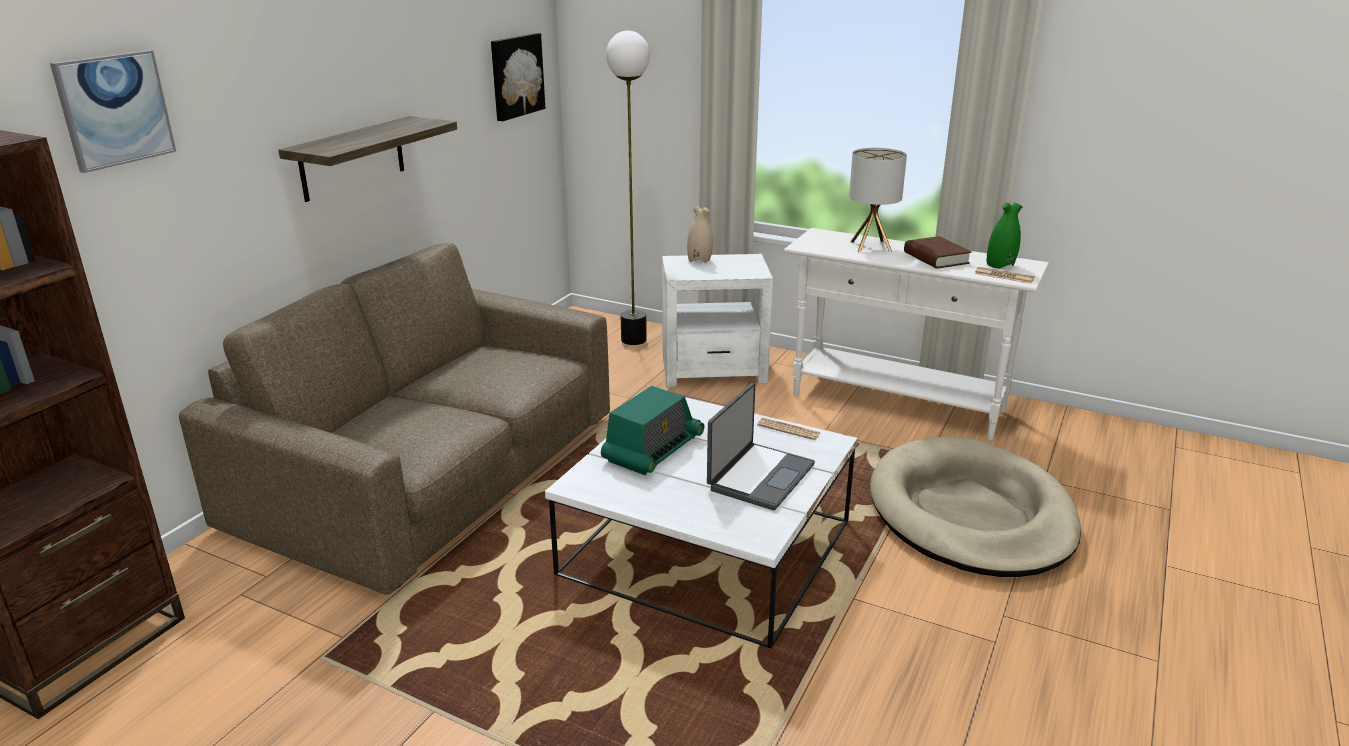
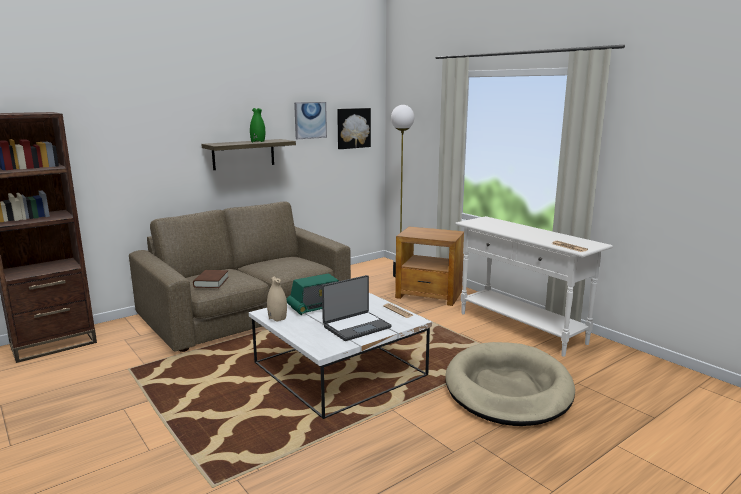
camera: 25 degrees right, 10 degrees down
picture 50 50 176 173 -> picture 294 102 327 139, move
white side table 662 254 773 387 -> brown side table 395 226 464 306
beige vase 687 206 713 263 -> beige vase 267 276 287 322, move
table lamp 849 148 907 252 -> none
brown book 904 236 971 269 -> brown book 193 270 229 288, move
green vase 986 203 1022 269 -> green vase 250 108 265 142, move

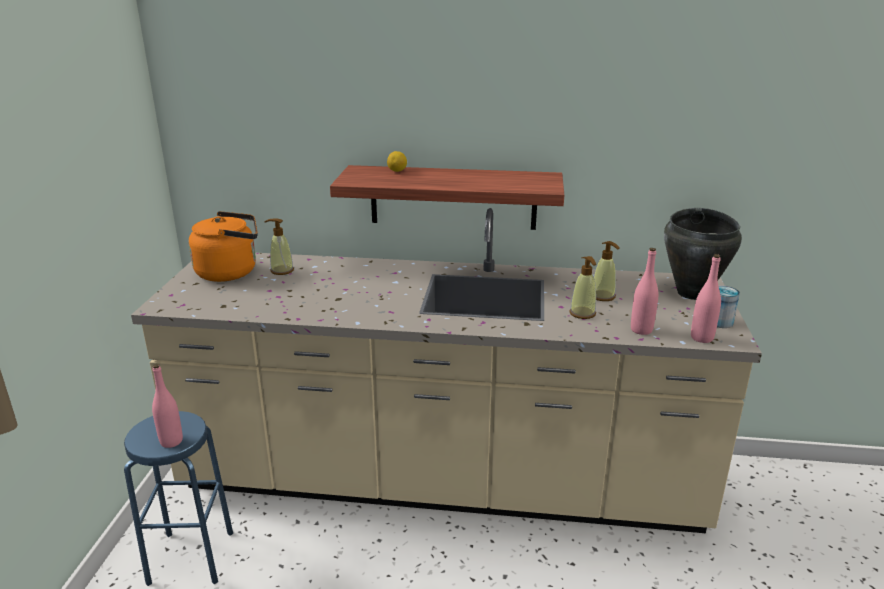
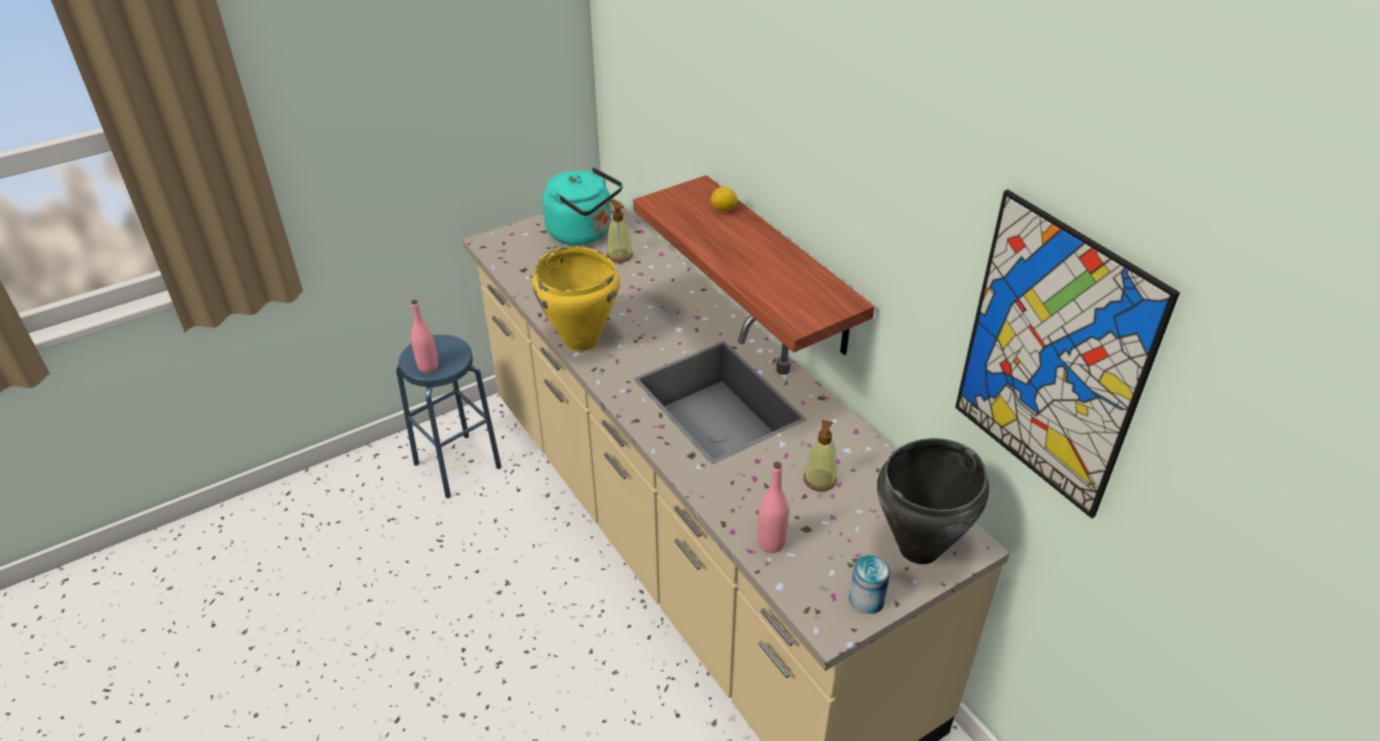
camera: 50 degrees right, 15 degrees up
orange kettle 189 211 258 282 -> turquoise kettle 543 167 623 245
soap dispenser 569 256 596 319 -> none
pink bottle 691 254 721 343 -> none
none -> yellow cooking pot 532 246 620 351
none -> picture 955 189 1180 518

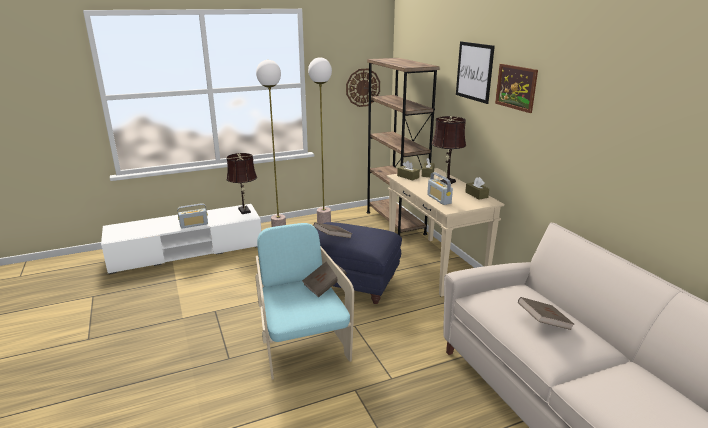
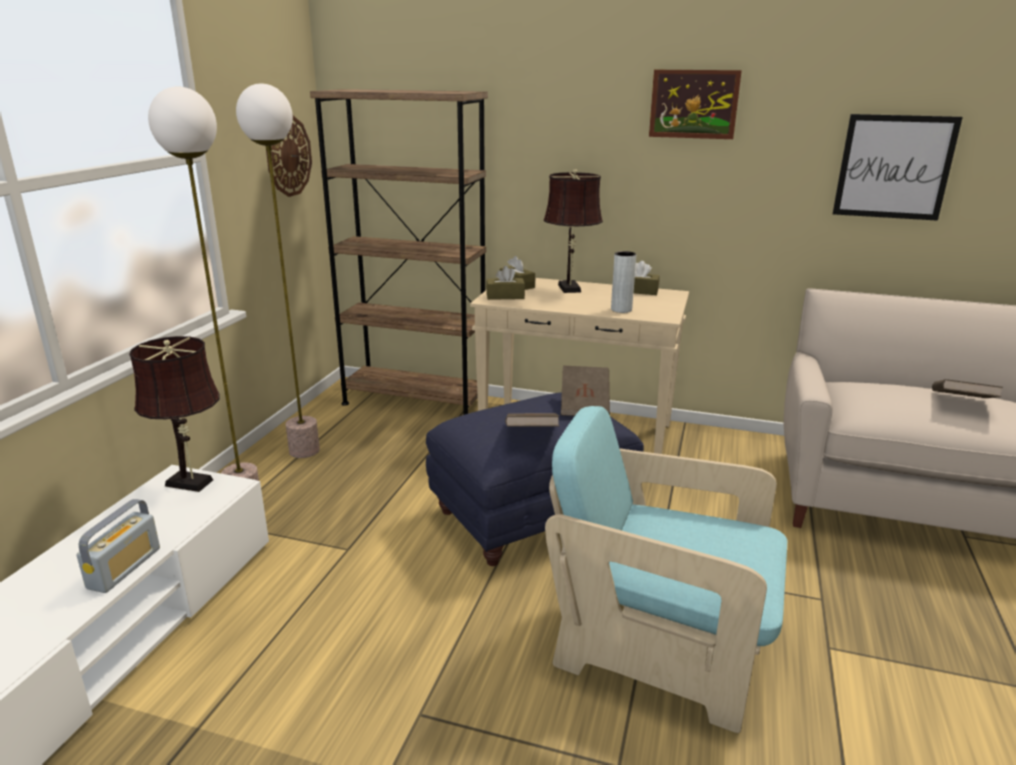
camera: 50 degrees left, 0 degrees up
brown book 302 261 347 297 -> brown book 561 366 610 416, move
radio 427 172 453 205 -> grey vase 611 251 636 313
picture 456 41 495 104 -> picture 832 114 963 221, move

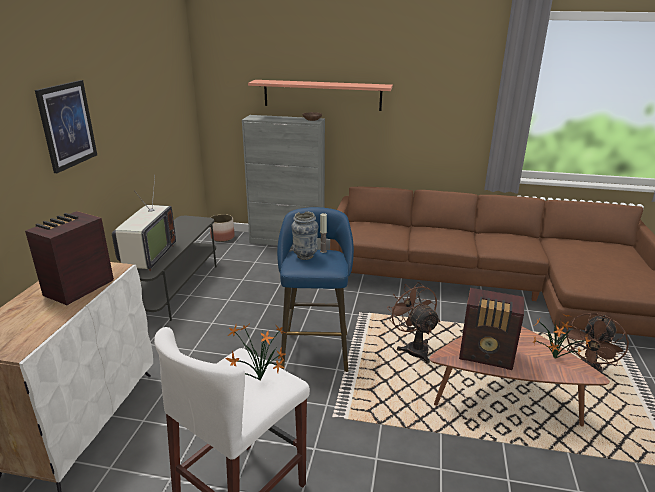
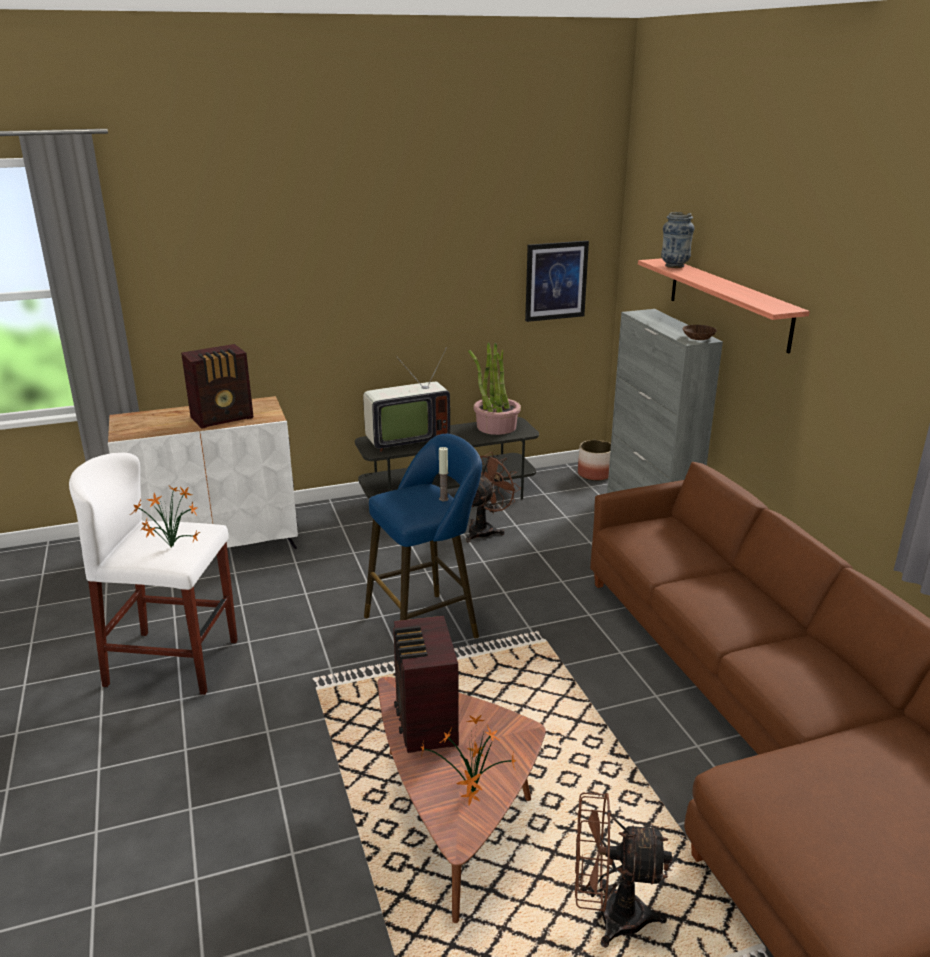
camera: 60 degrees right, 0 degrees up
radio 25 211 114 305 -> radio 181 344 254 429, 150 degrees clockwise
picture 35 80 97 173 -> picture 525 241 589 322, move
vase 291 211 318 260 -> vase 661 212 694 268, move
brown fan 387 282 440 363 -> brown fan 466 452 521 542, move
none -> potted plant 468 342 521 435

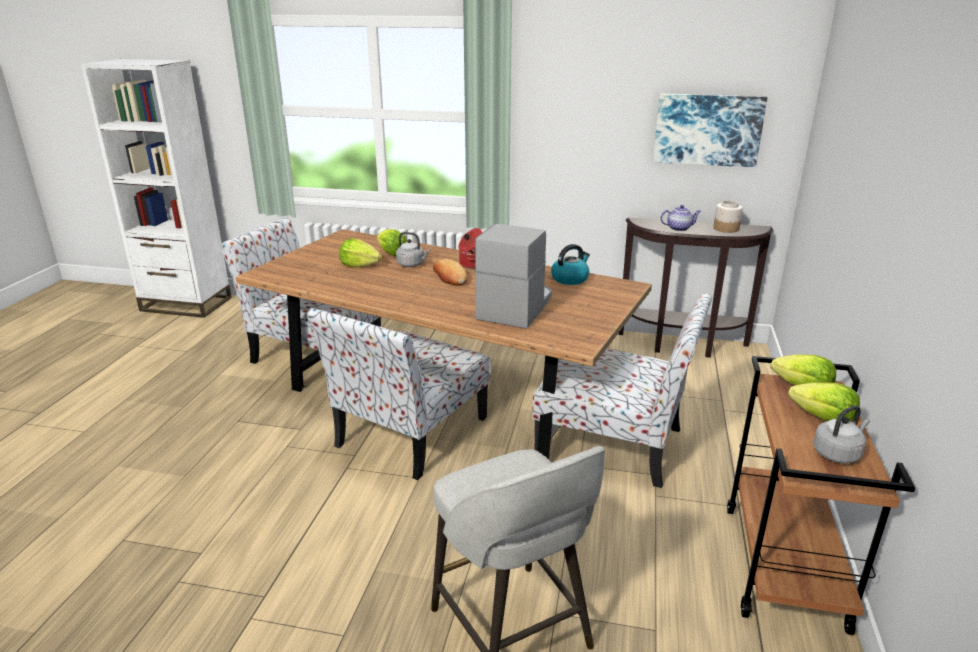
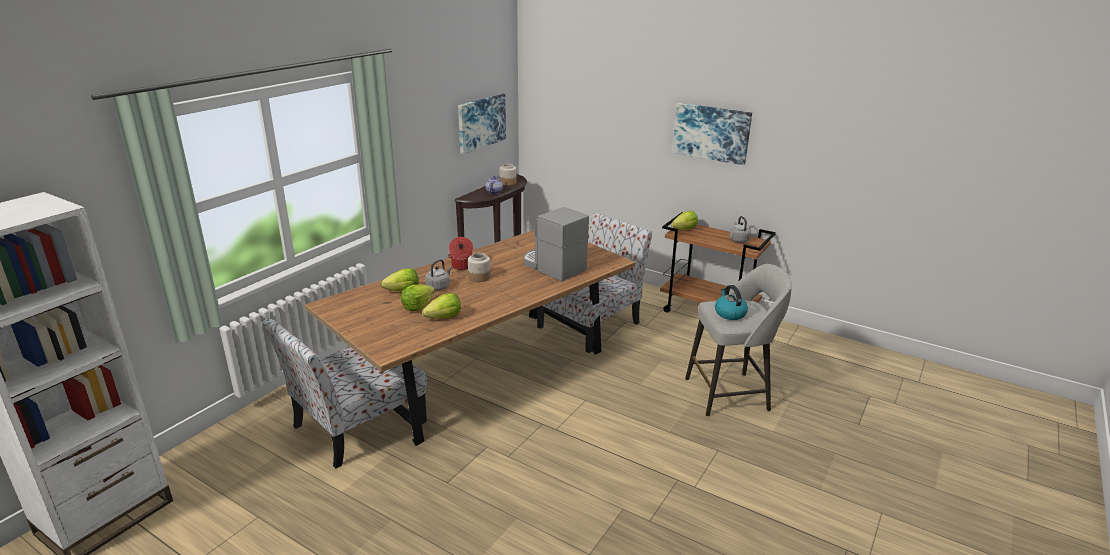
camera: 70 degrees left, 0 degrees up
chair 307 308 491 480 -> none
bread 433 259 468 286 -> jar 468 253 491 282
kettle 551 244 590 285 -> kettle 715 285 748 320, move
lettuce 788 382 860 422 -> lettuce 422 293 461 319, move
none -> picture 672 103 752 165

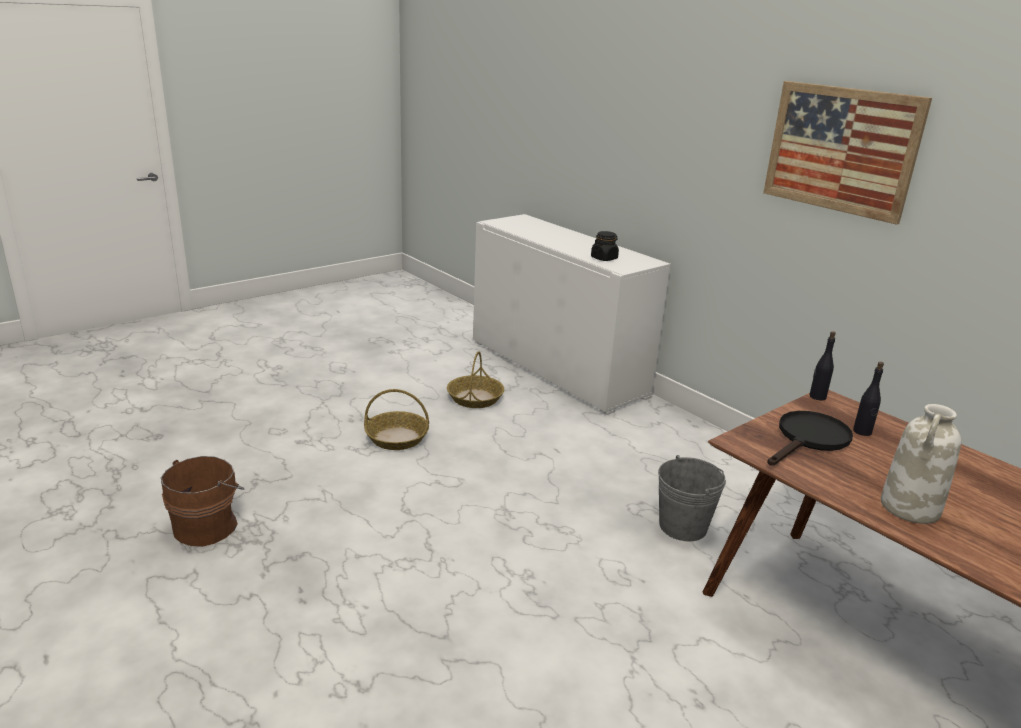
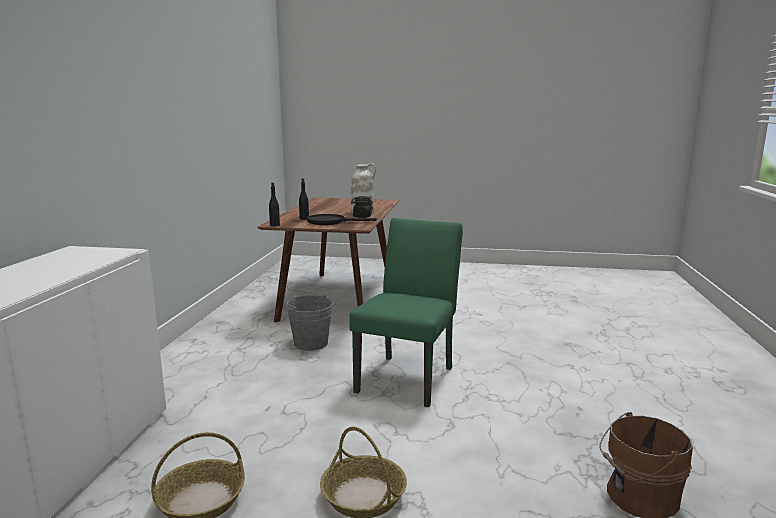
camera: 130 degrees left, 10 degrees down
black jar 591 231 619 261 -> black jar 351 196 373 218, move
picture 763 81 932 225 -> none
none -> green chair 349 218 463 407

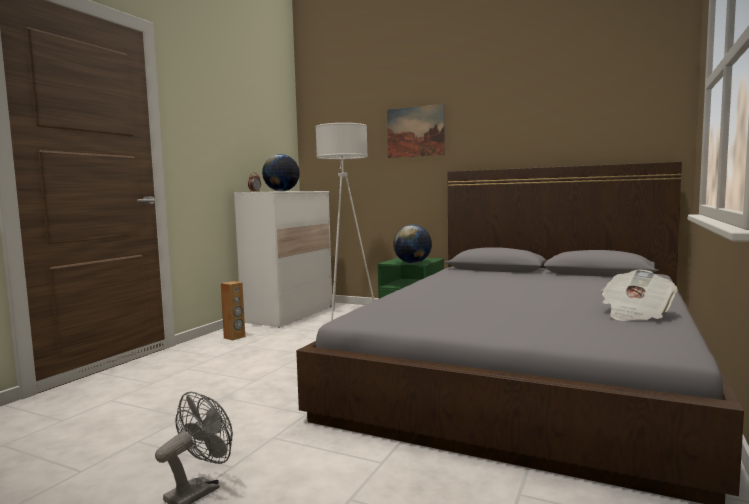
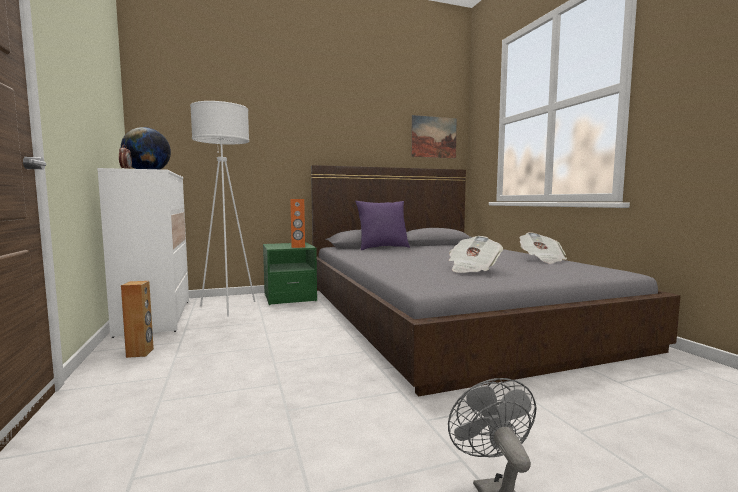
camera: 45 degrees left, 0 degrees up
picture 387 104 445 158 -> picture 411 115 457 158, move
globe 393 225 432 263 -> orange speaker 291 199 305 248
none -> purple pillow 355 201 410 250
none -> newspaper 449 236 503 273

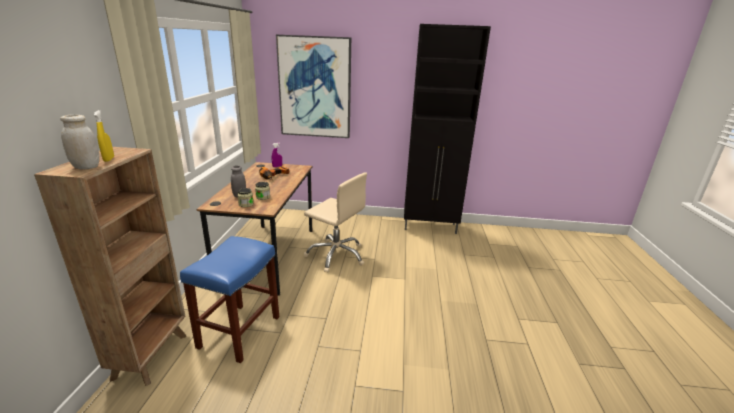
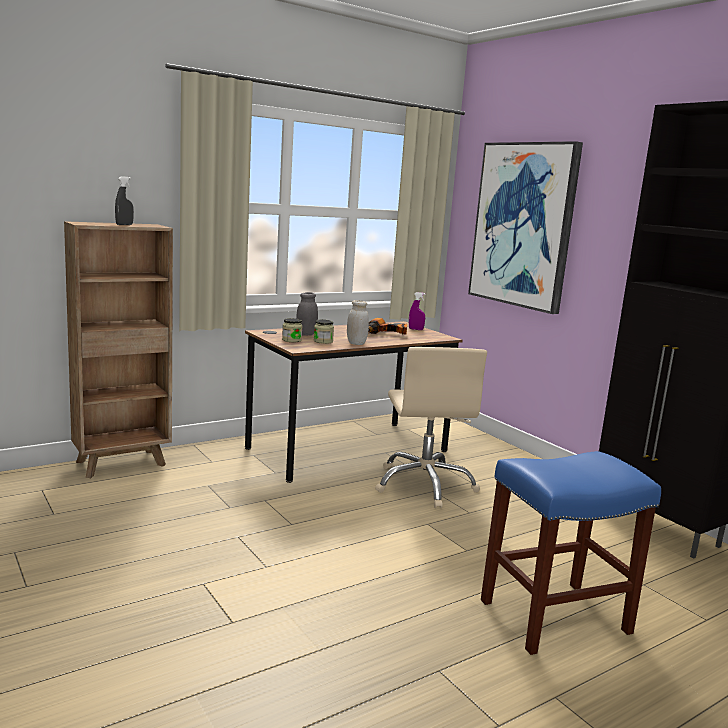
camera: 50 degrees right, 10 degrees down
white jar 60 115 99 170 -> white jar 347 300 369 345, move
yellow spray bottle 94 110 114 162 -> grey spray bottle 115 176 134 225
blue stool 180 236 279 363 -> blue stool 481 451 661 655, move

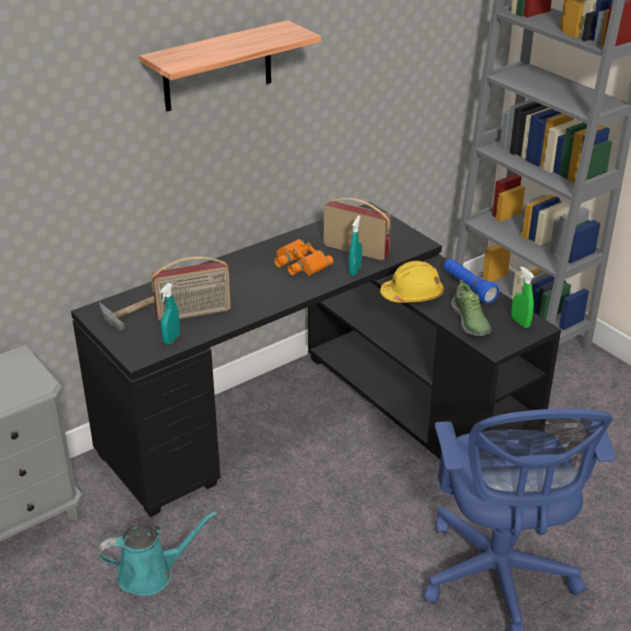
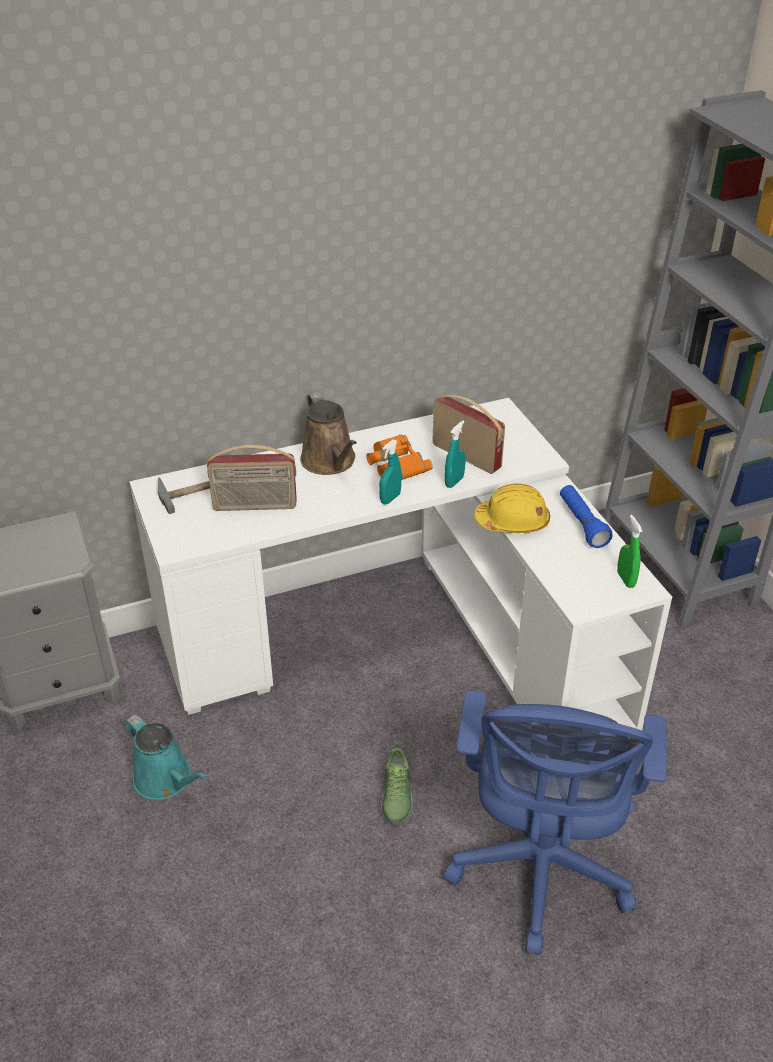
camera: 15 degrees right, 5 degrees up
black desk 71 202 561 517 -> white desk 129 398 672 730
turquoise watering can 98 511 217 596 -> turquoise watering can 125 715 207 800, 45 degrees clockwise
shelf 139 20 321 111 -> none
turquoise spray bottle 160 283 180 345 -> turquoise spray bottle 379 440 402 505, move
shoe 451 280 491 336 -> shoe 381 743 413 823, move
none -> brown watering can 300 392 357 475

